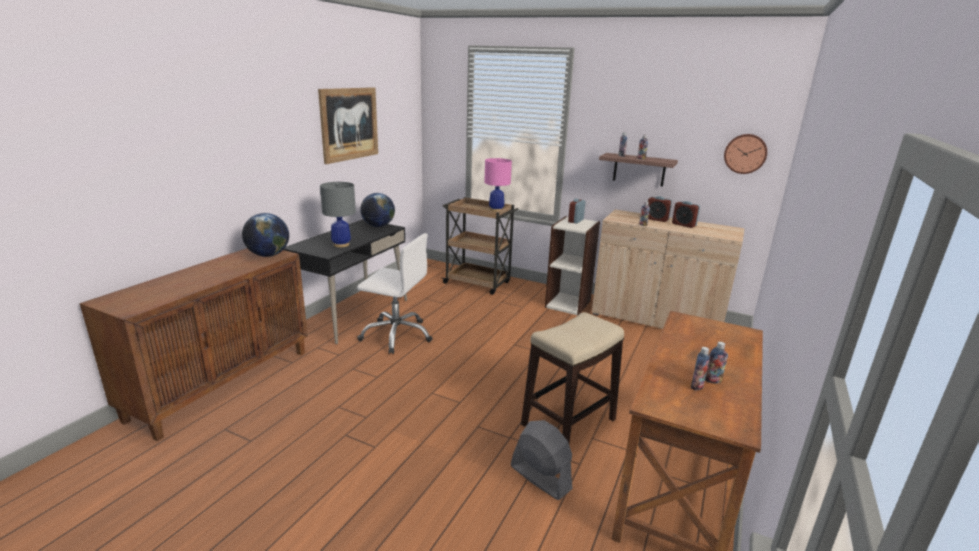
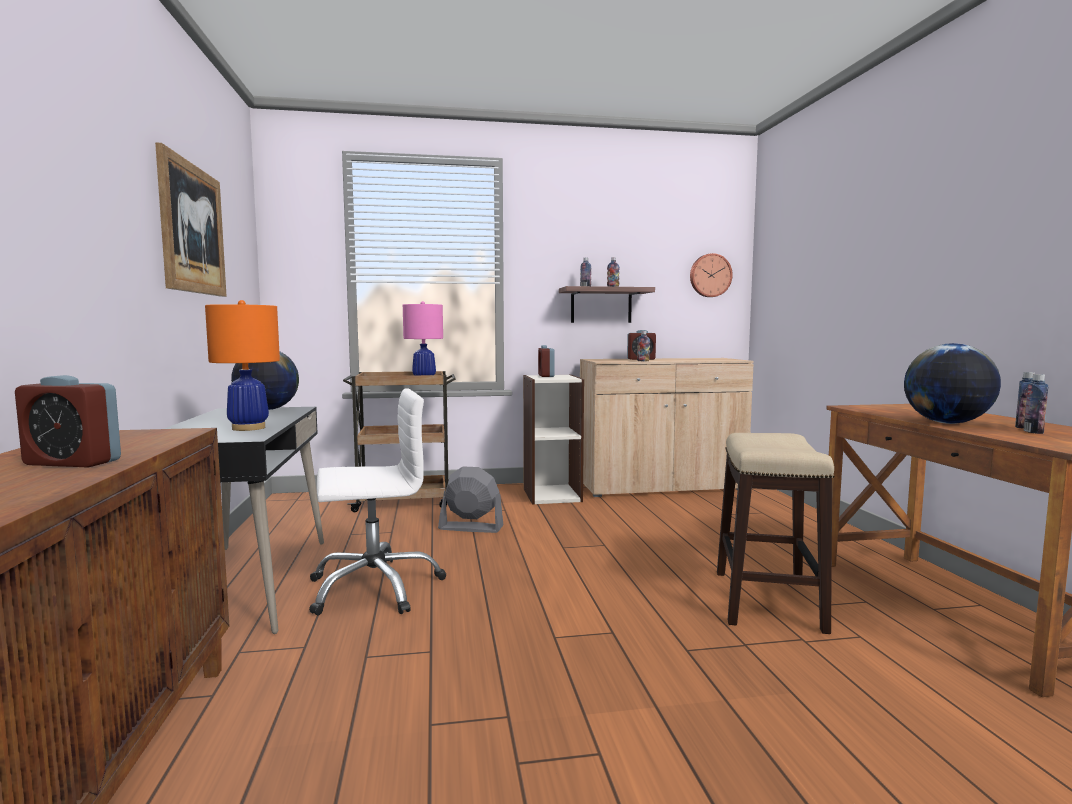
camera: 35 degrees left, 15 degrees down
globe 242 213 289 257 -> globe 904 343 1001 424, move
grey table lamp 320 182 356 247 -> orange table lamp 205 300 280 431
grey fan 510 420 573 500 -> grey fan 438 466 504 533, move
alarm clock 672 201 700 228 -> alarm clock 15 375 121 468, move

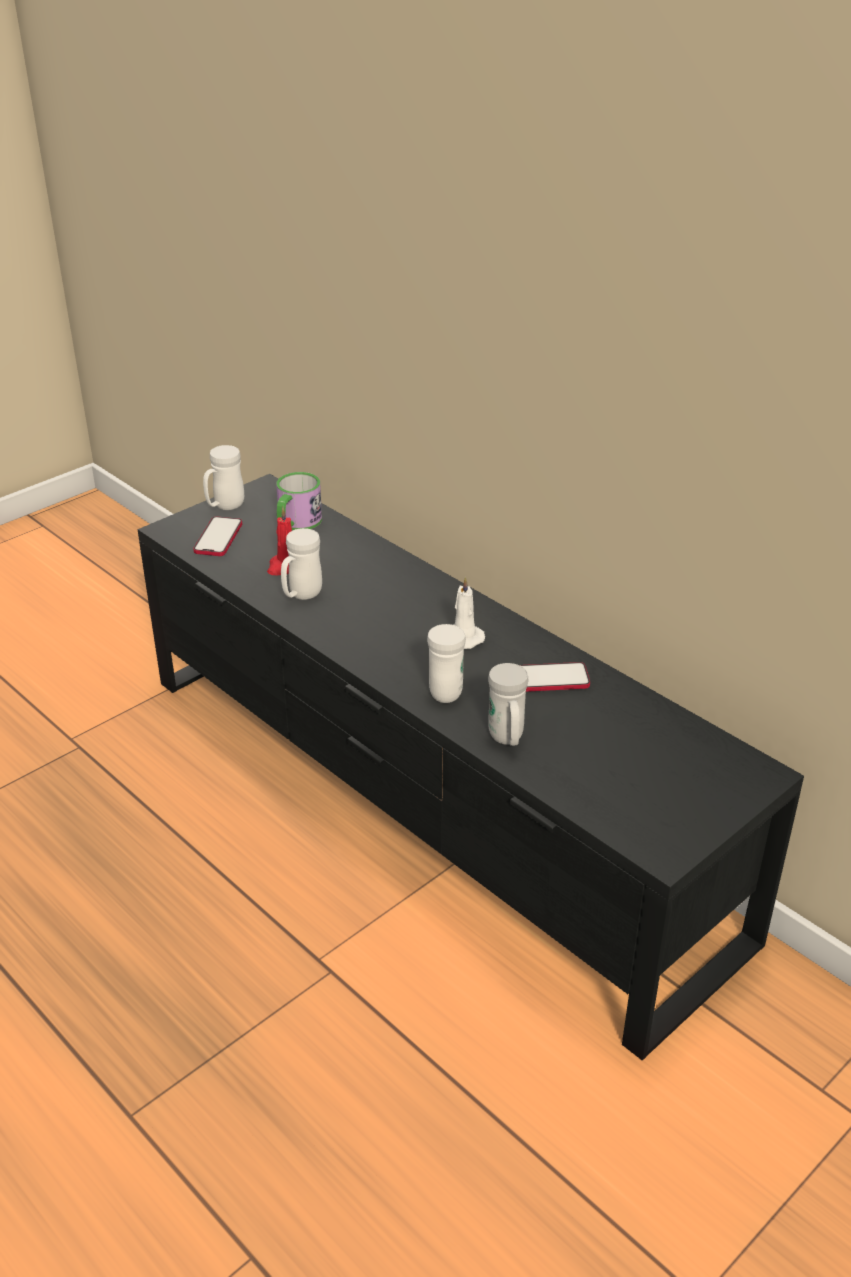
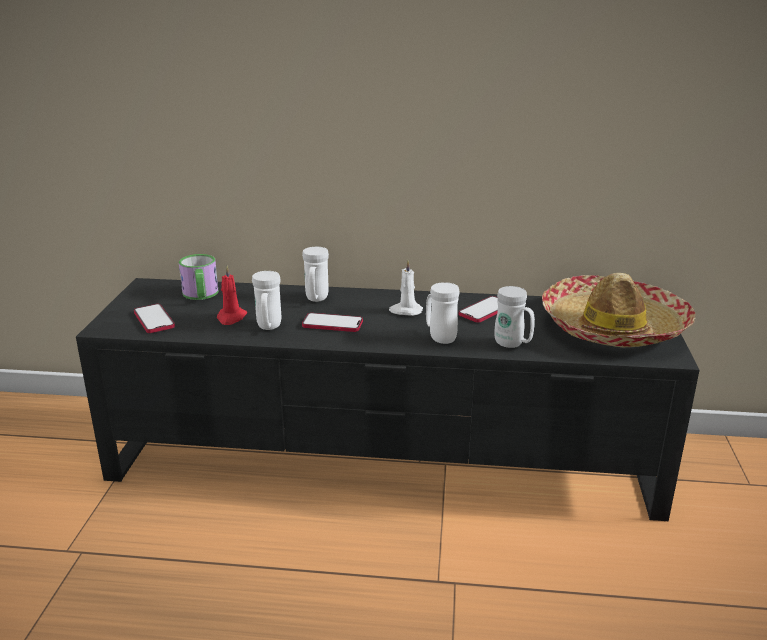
camera: 40 degrees left, 10 degrees down
white mug 203 445 244 510 -> white mug 302 247 329 302, move
none -> phone 302 313 363 332
none -> hat 542 273 696 347

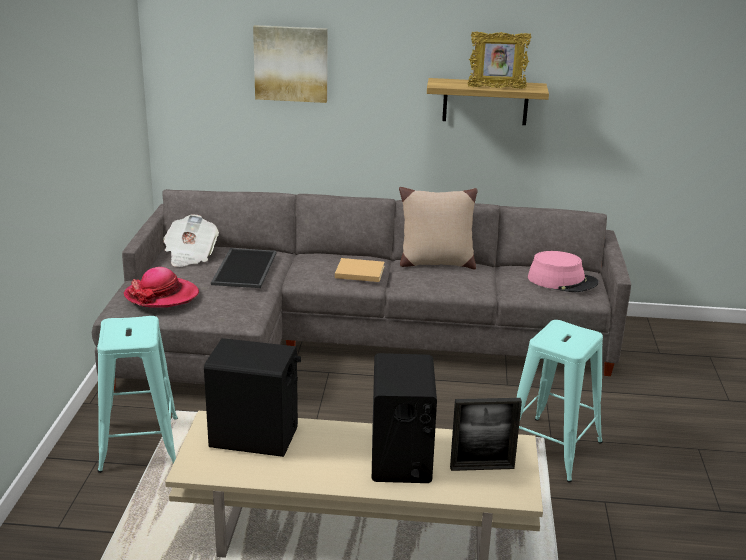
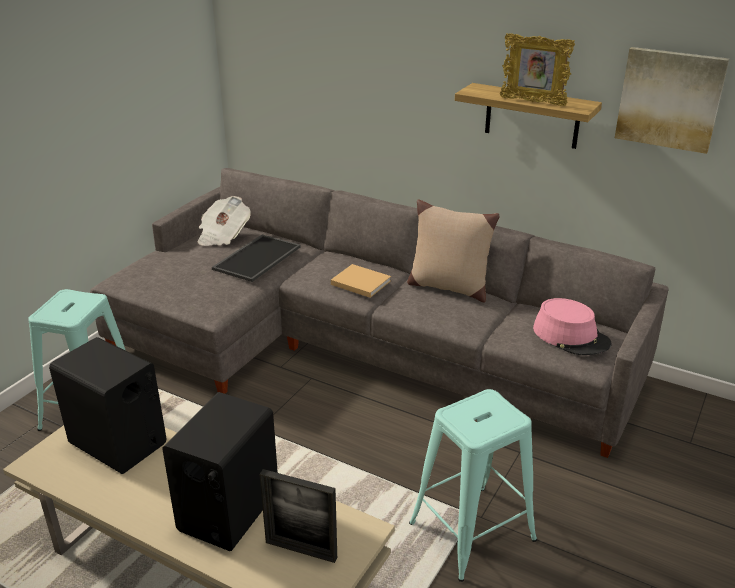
camera: 25 degrees right, 5 degrees up
hat 124 267 199 308 -> none
picture 253 25 327 103 -> picture 615 47 729 154, move

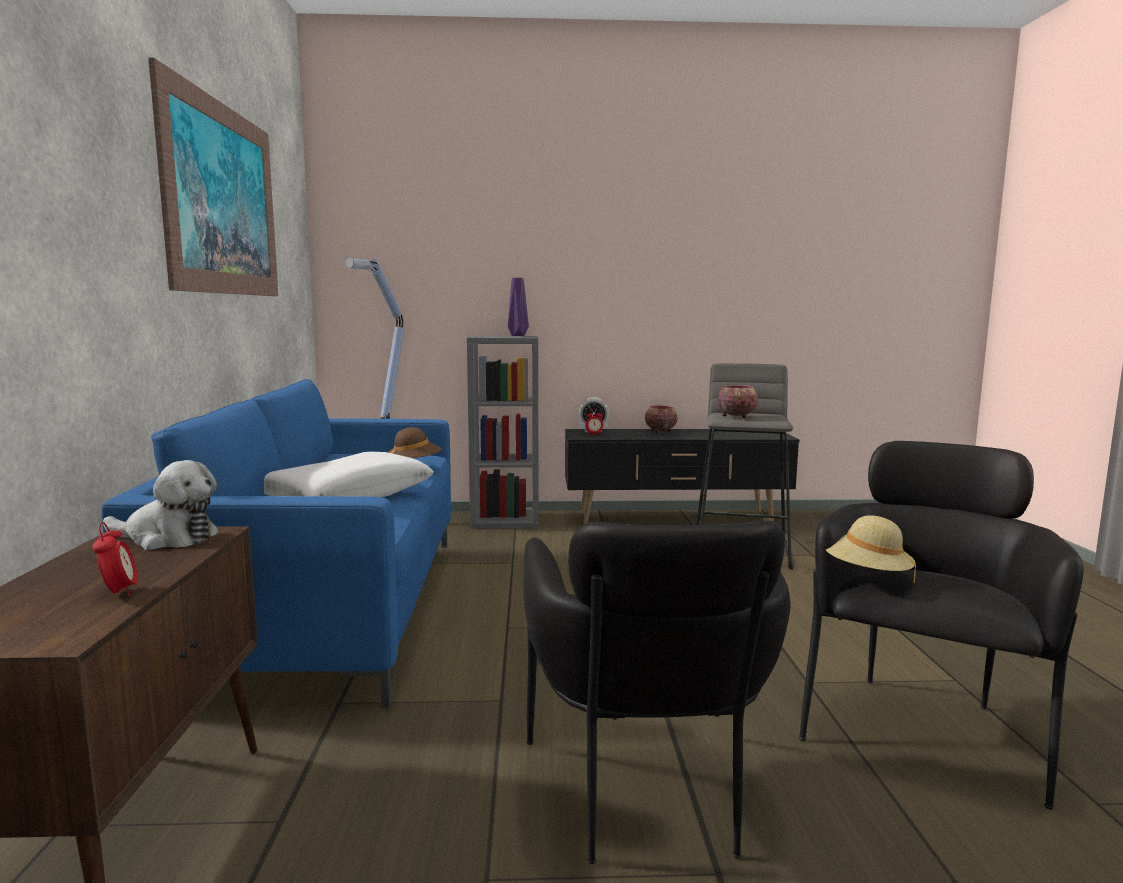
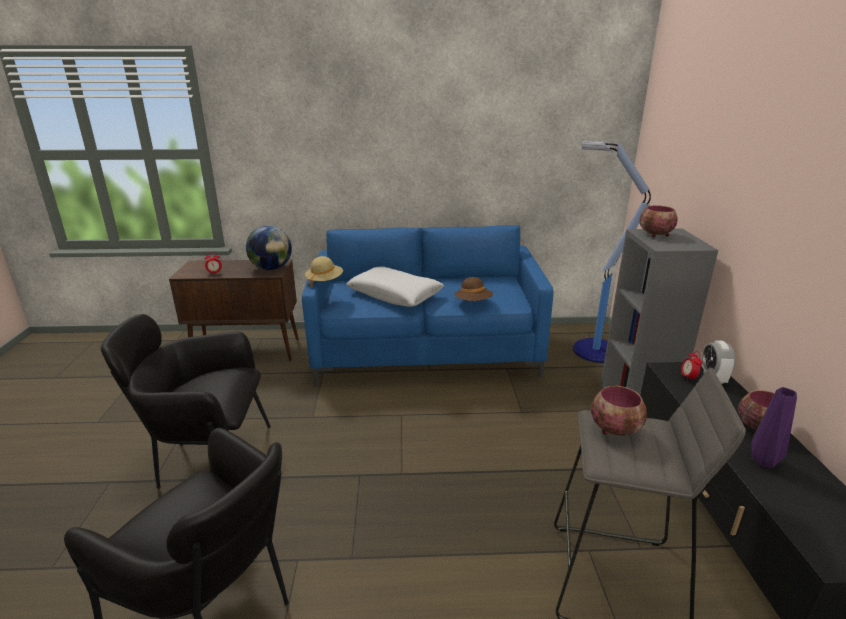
camera: 90 degrees right, 15 degrees up
plush toy 103 460 219 550 -> globe 246 226 292 270
picture 148 57 278 296 -> none
purple vase 508 278 529 336 -> purple vase 752 387 797 468, move
beige hat 826 515 916 583 -> beige hat 305 256 343 287, move
none -> bowl 639 205 678 238

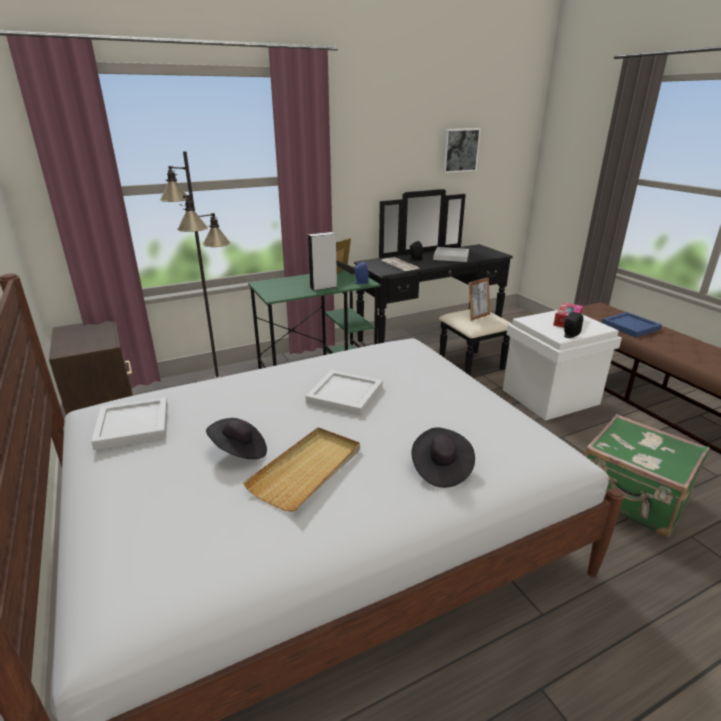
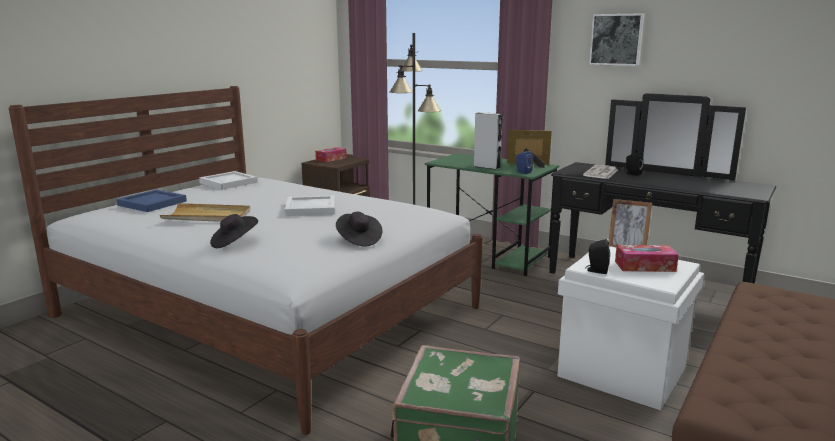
camera: 60 degrees right, 10 degrees down
black hat 206 418 267 459 -> black hat 336 212 382 247, move
white tray 433 247 469 262 -> none
picture 442 128 481 173 -> picture 589 13 644 66, move
blue tray 601 312 662 338 -> blue tray 116 189 187 212, move
none -> tissue box 315 147 347 162

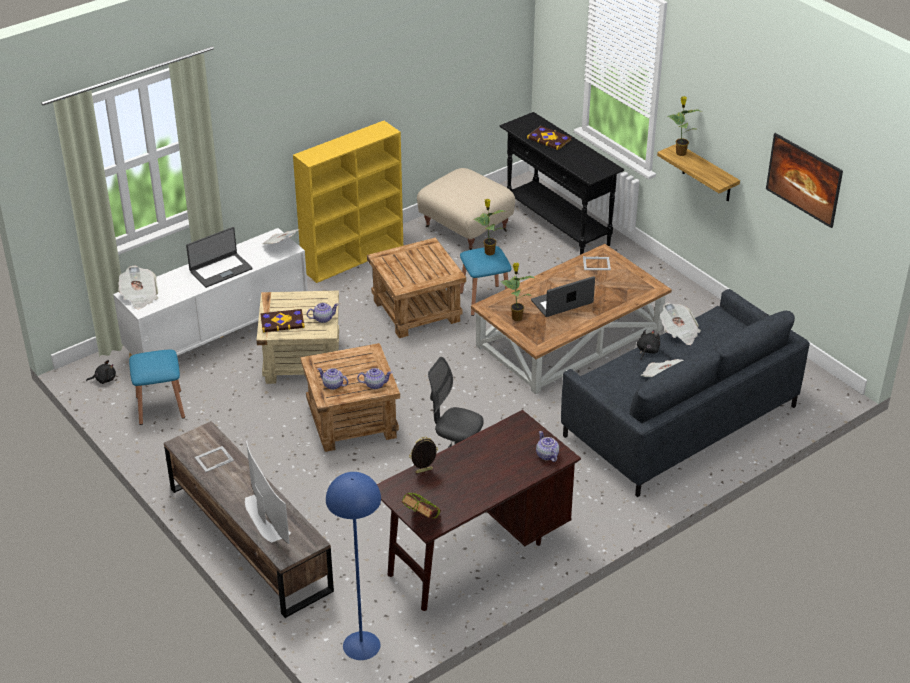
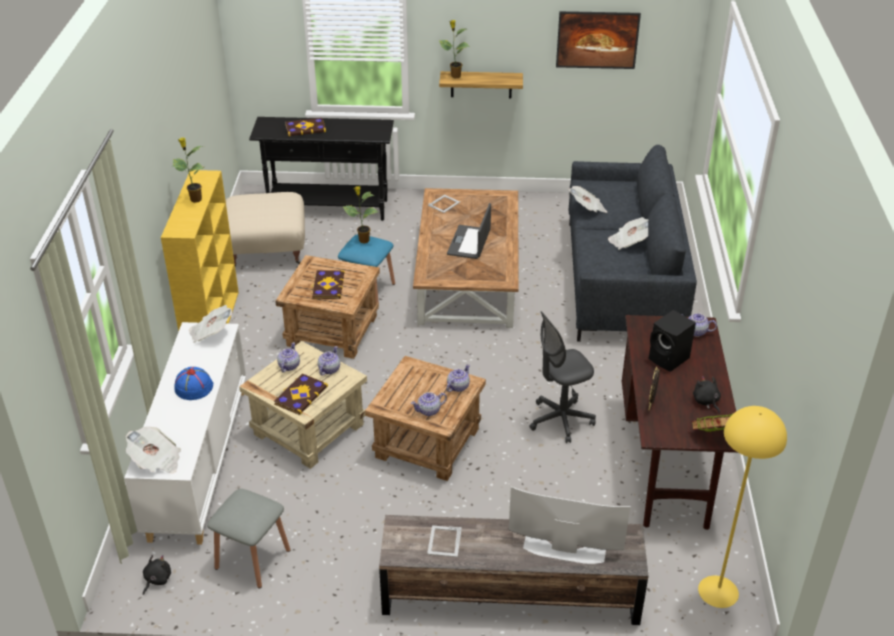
camera: 50 degrees left, 0 degrees up
blue stool 129 350 185 425 -> grey stool 207 489 290 588
laptop 186 227 253 288 -> blue hat 174 367 213 400
blue floor lamp 326 472 381 660 -> yellow floor lamp 698 406 787 608
potted plant 501 263 536 321 -> potted plant 172 138 204 203, move
black plush toy 637 329 660 359 -> black plush toy 693 376 721 414, move
none -> teapot 277 342 300 373
none -> book 311 270 345 299
none -> black speaker 649 310 696 372

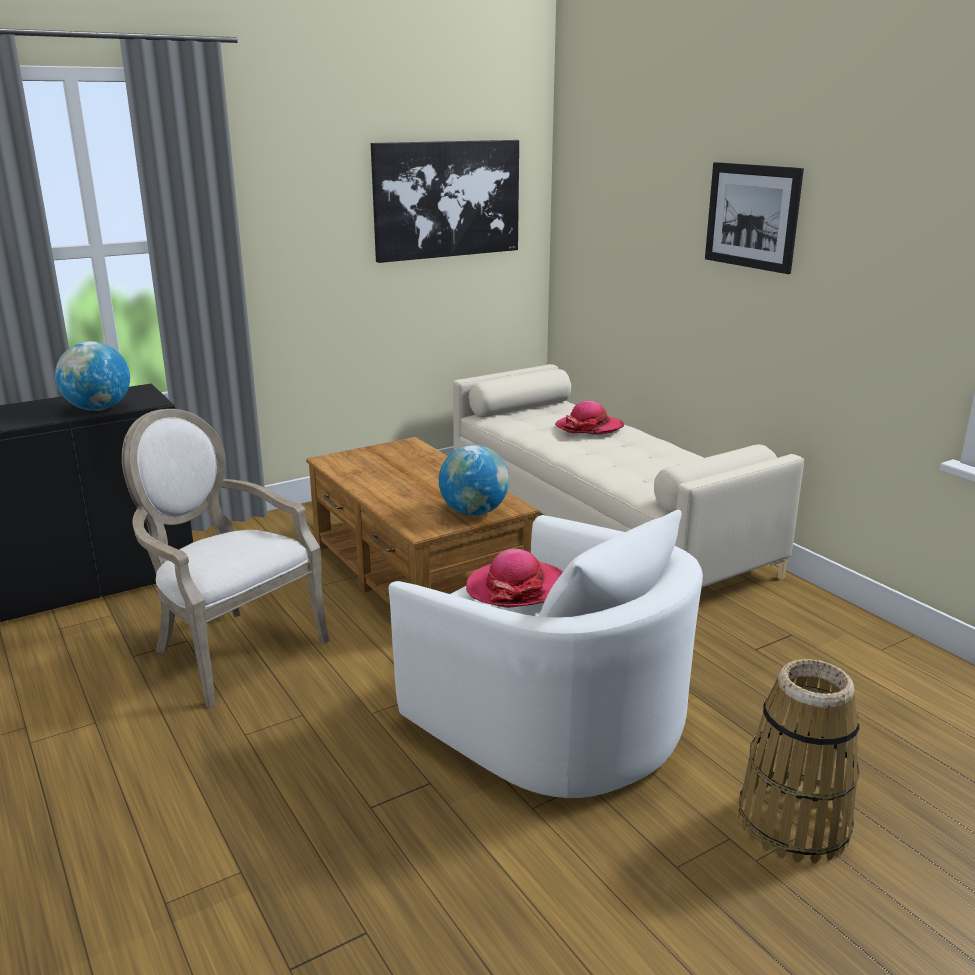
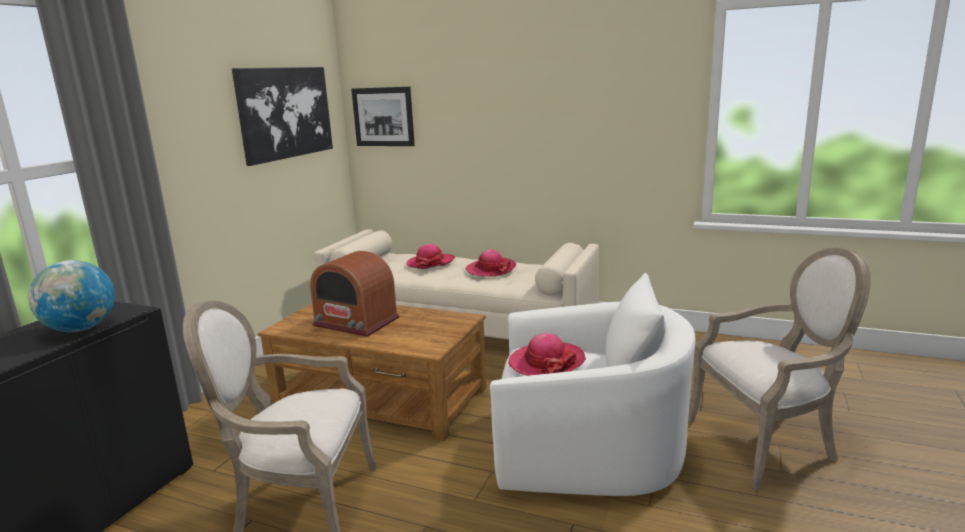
camera: 35 degrees left, 5 degrees down
globe 439 445 509 516 -> none
picture 705 162 804 274 -> picture 351 87 415 146, move
basket 739 659 860 864 -> armchair 688 248 871 490
none -> radio 310 251 400 337
none -> hat 466 250 516 276

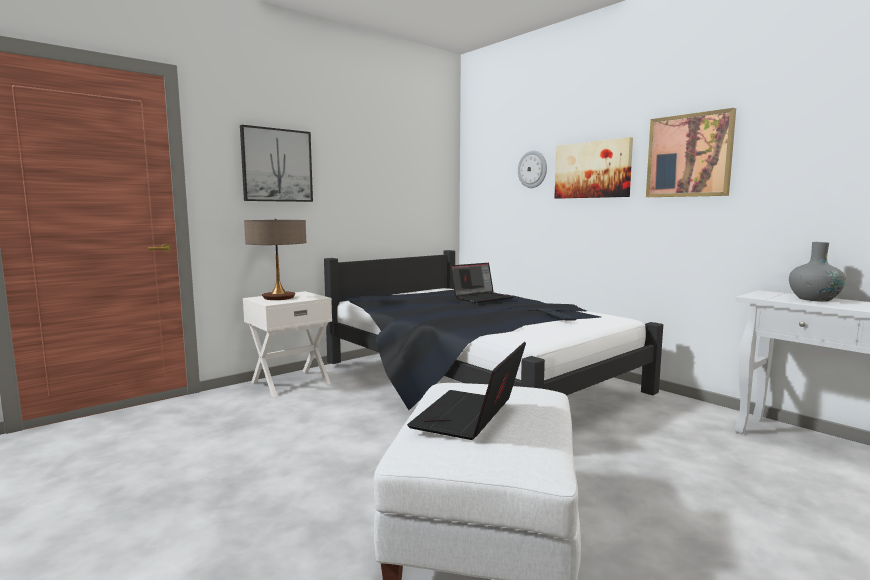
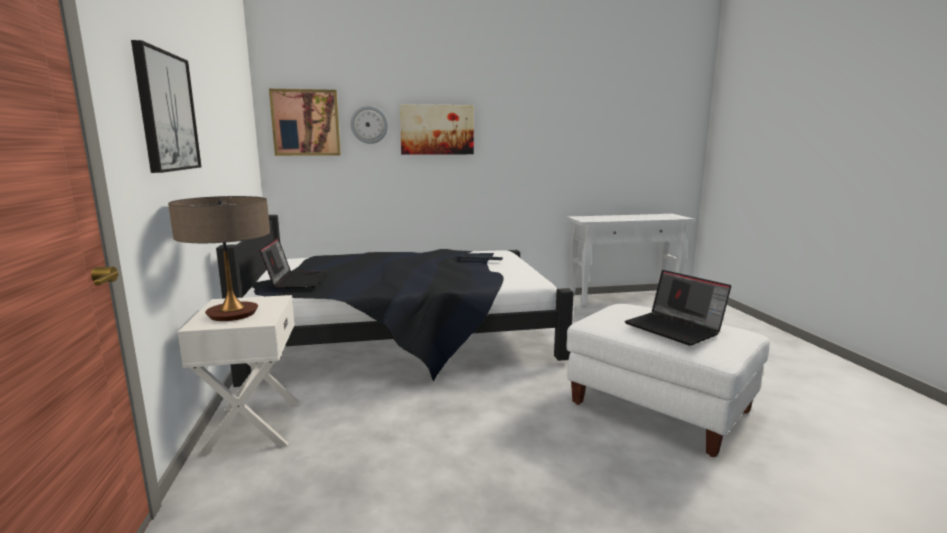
camera: 60 degrees left, 5 degrees up
laptop 450 263 514 303 -> laptop 259 238 327 289, move
picture 646 108 736 197 -> picture 269 89 341 156, move
grey vase 789 242 846 302 -> none

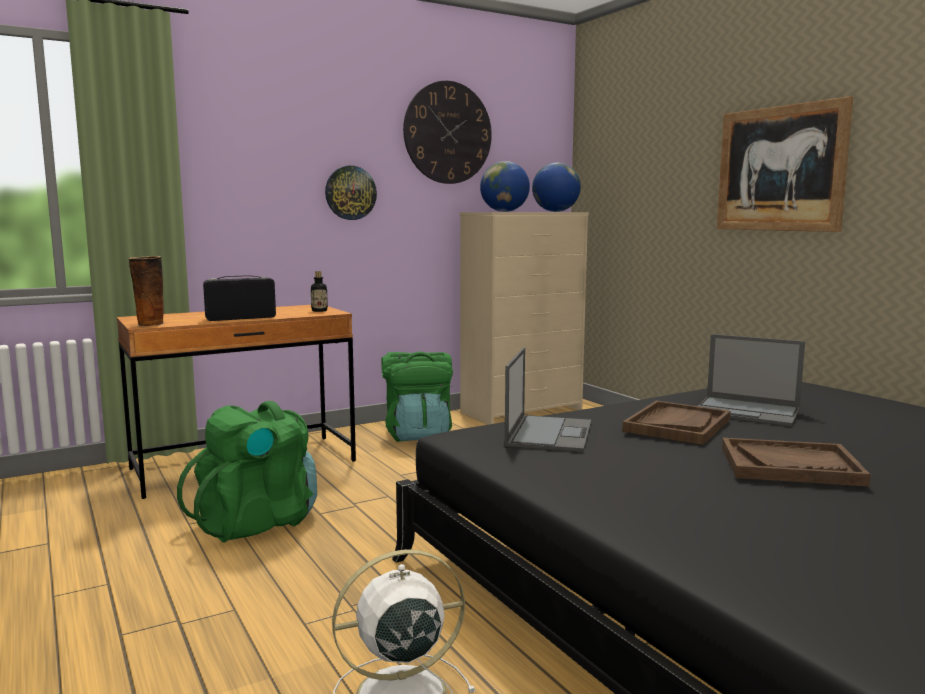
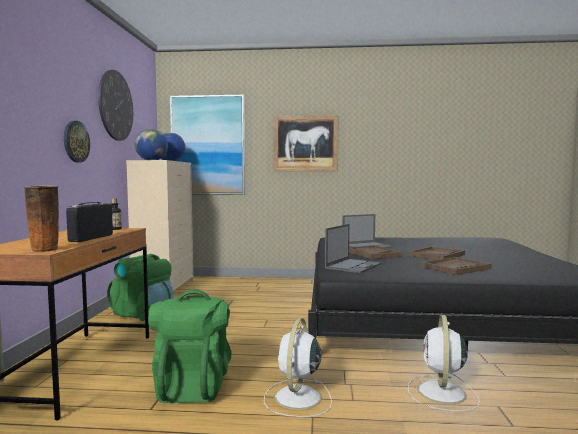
camera: 55 degrees left, 5 degrees down
laptop 505 347 591 452 -> laptop 325 224 381 273, 75 degrees clockwise
none -> picture 170 95 245 195
none -> white fan 264 318 332 417
none -> brown tray 422 257 492 275

